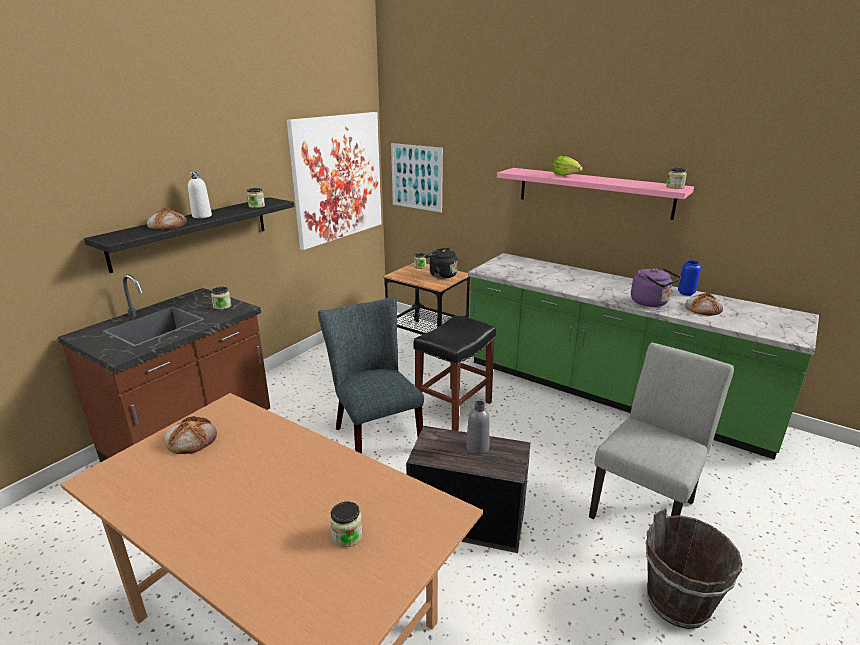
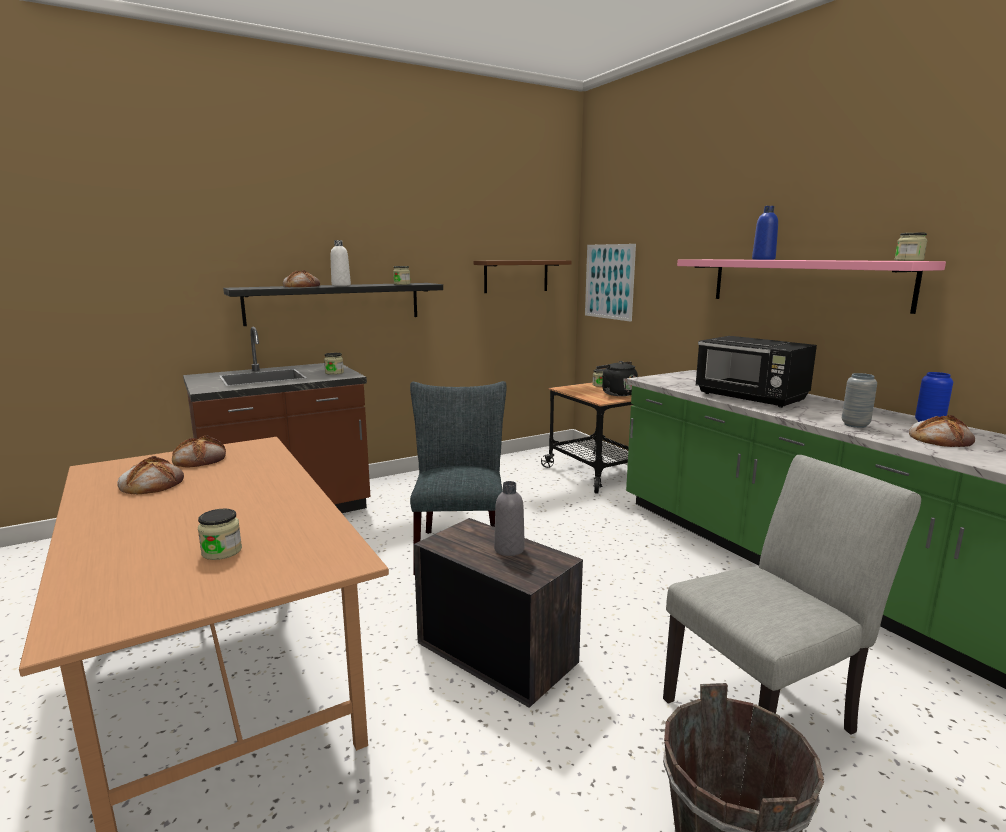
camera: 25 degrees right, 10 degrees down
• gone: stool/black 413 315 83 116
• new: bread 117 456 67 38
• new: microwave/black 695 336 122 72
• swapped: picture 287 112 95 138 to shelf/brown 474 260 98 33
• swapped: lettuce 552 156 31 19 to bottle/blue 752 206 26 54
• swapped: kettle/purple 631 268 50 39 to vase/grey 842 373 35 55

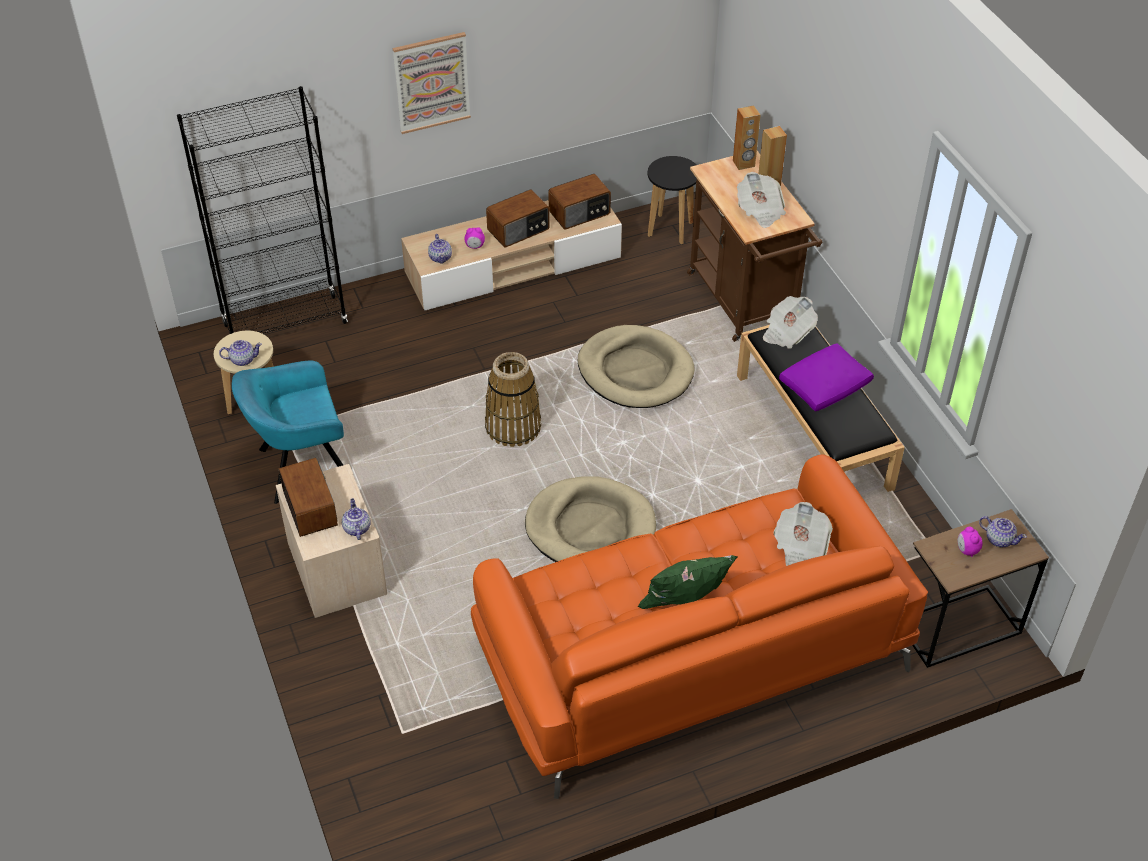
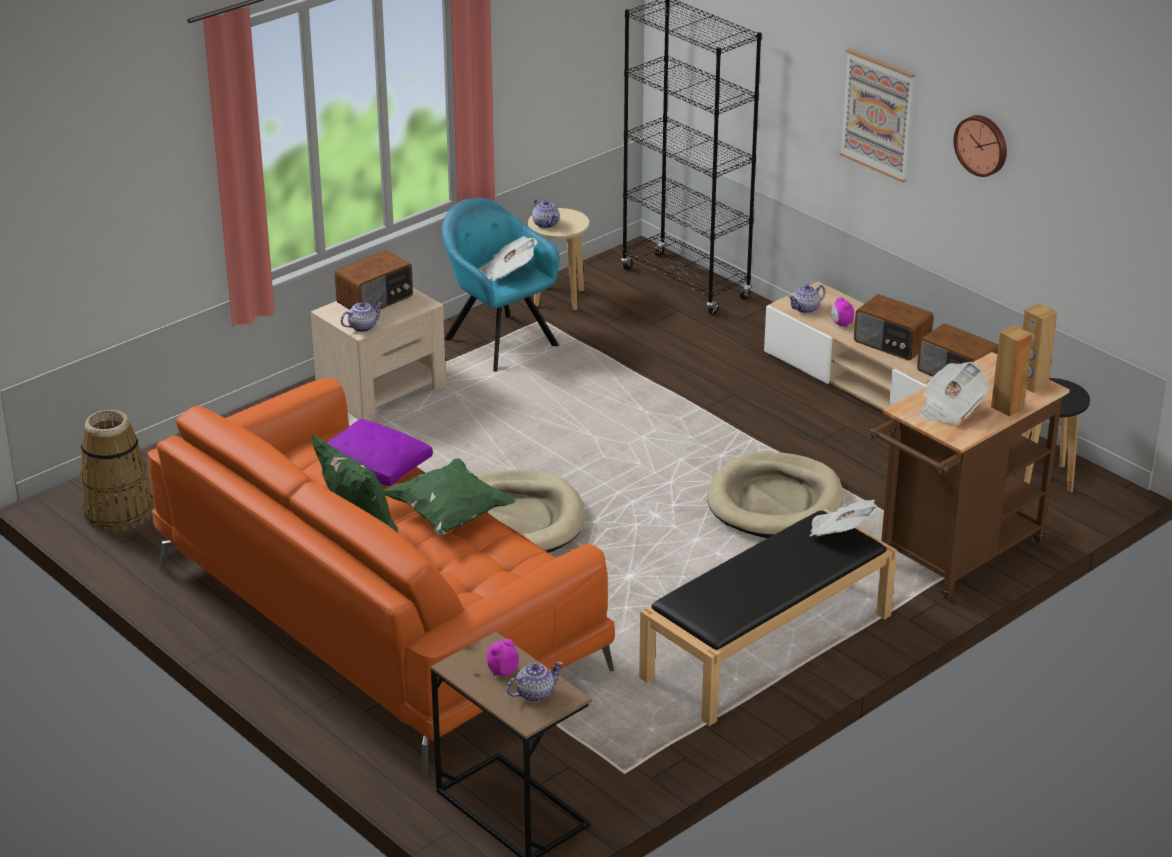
camera: 70 degrees right, 15 degrees down
• new: pillow/green 384 458 132 77
• new: wall clock 954 115 53 62
• shifted: basket 485 352 56 95 to 80 410 73 122
• shifted: newspaper 774 502 59 64 to 479 237 59 44
• shifted: pillow/purple 779 343 95 69 to 326 419 107 67
• rotated: teapot 979 516 48 31 = 507 661 56 41 135 degrees counterclockwise

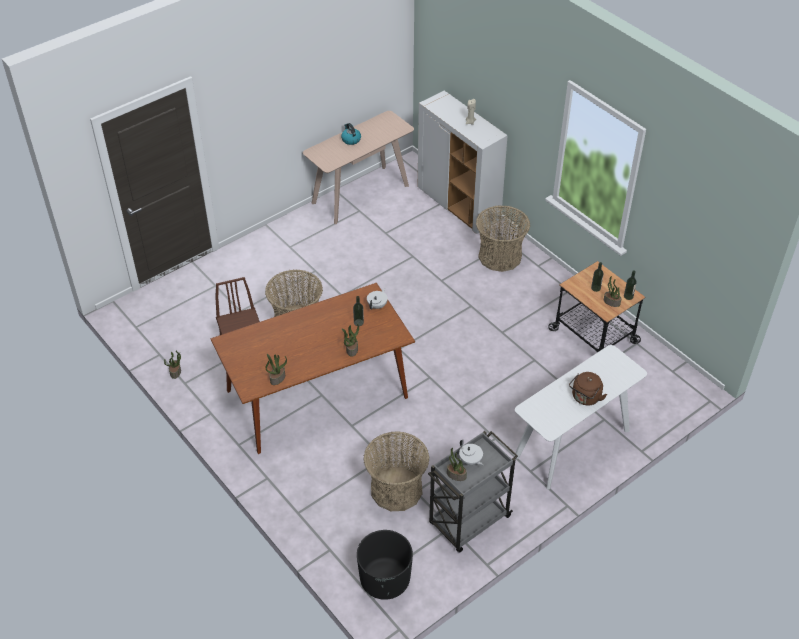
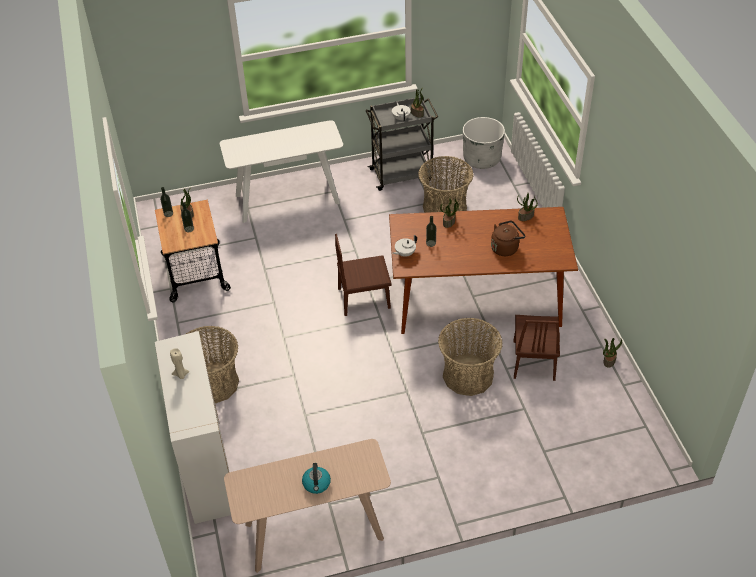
camera: 155 degrees left, 0 degrees up
• new: chair/brown 335 234 57 82
• shifted: kettle/brown 569 372 38 34 to 491 221 34 35
• repainted: planter/black 357 530 56 70 to planter/white 463 117 42 52

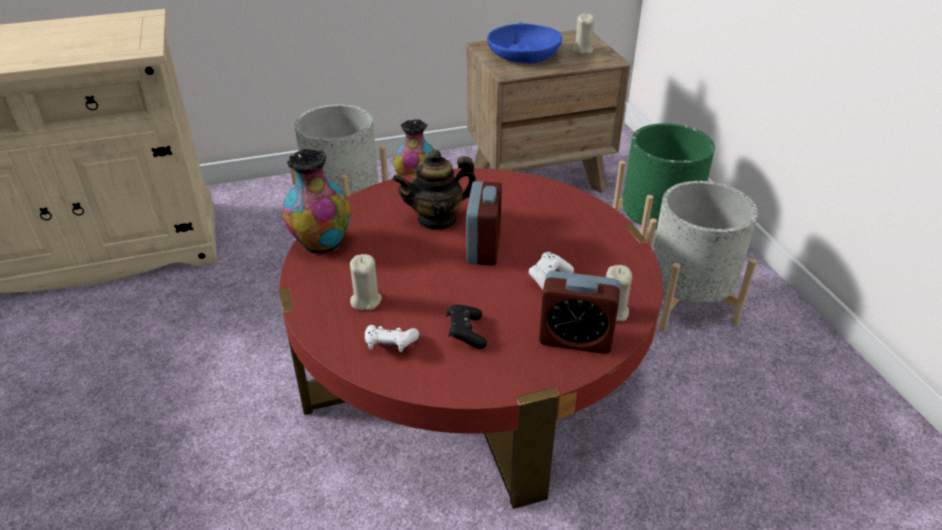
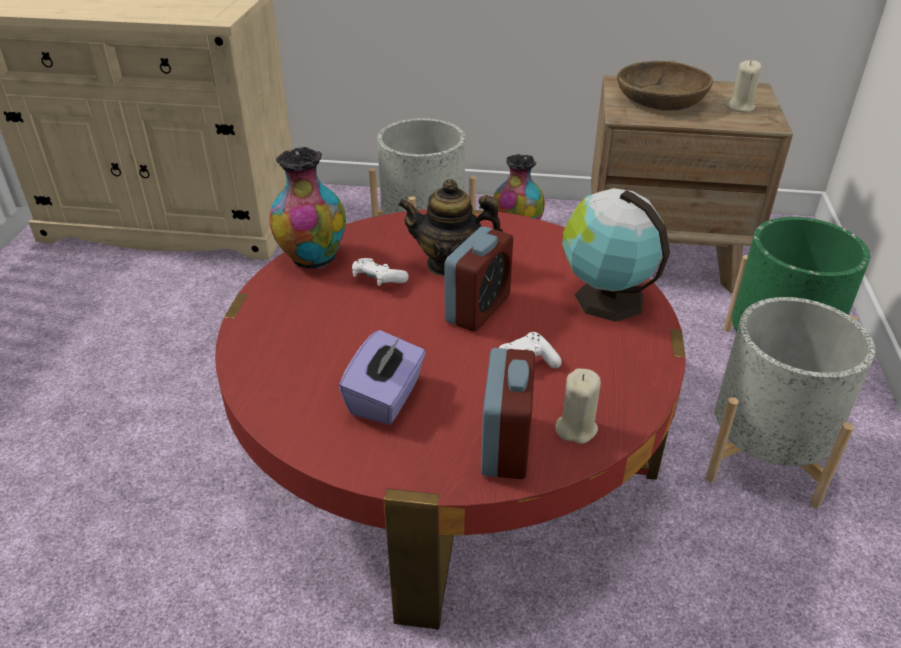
camera: 25 degrees right, 0 degrees up
• gone: candle/beige 350 254 32 56
• new: globe 562 188 108 134
• shifted: game controller/white 365 325 54 27 to 352 258 57 28
• swapped: game controller/black 446 305 41 44 to tissue box/purple 339 330 87 95
• repainted: bowl/blue 487 22 75 41 to bowl/brown 617 60 96 51
• rotated: alarm clock 539 271 81 83 = 481 348 54 131 120 degrees counterclockwise

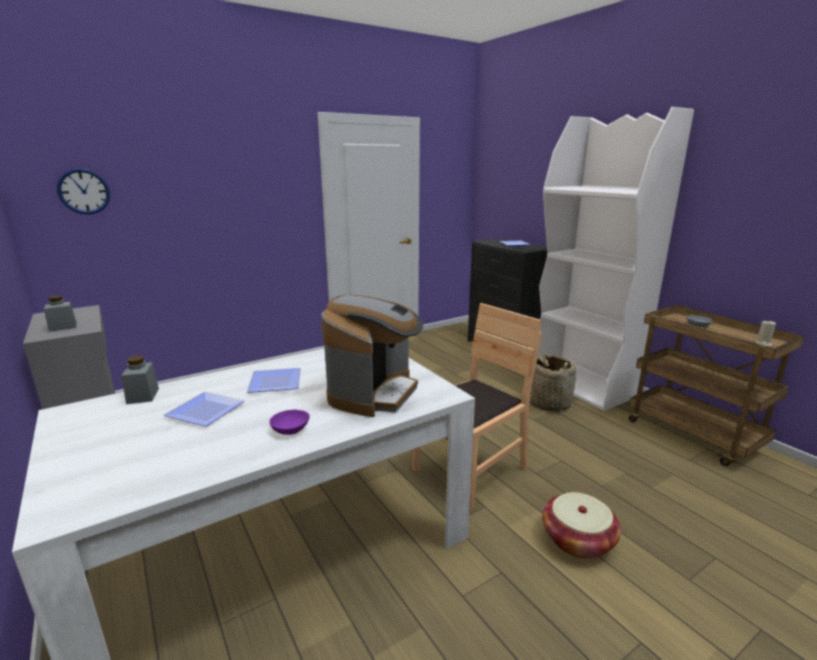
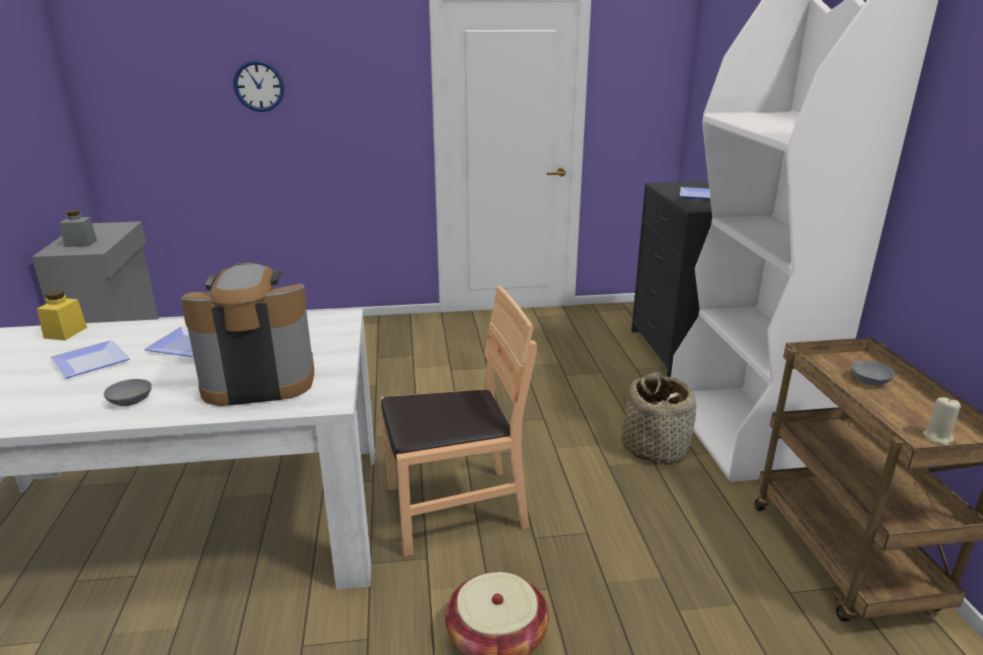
camera: 25 degrees right, 5 degrees up
• shifted: wall clock 57 168 53 46 to 234 60 50 52
• repainted: jar/grey 121 356 38 48 to jar/yellow 37 290 50 50
• repainted: bowl/purple 270 410 40 25 to bowl/grey 104 379 48 27
• rotated: coffee machine 321 295 102 122 = 180 261 134 145 150 degrees counterclockwise

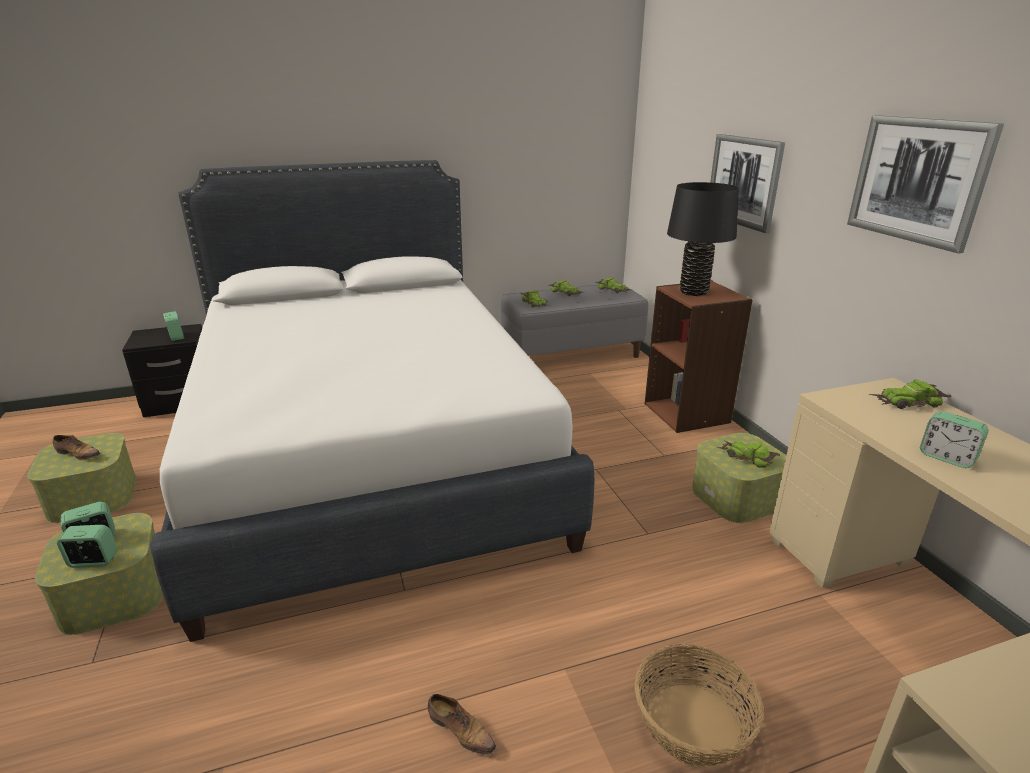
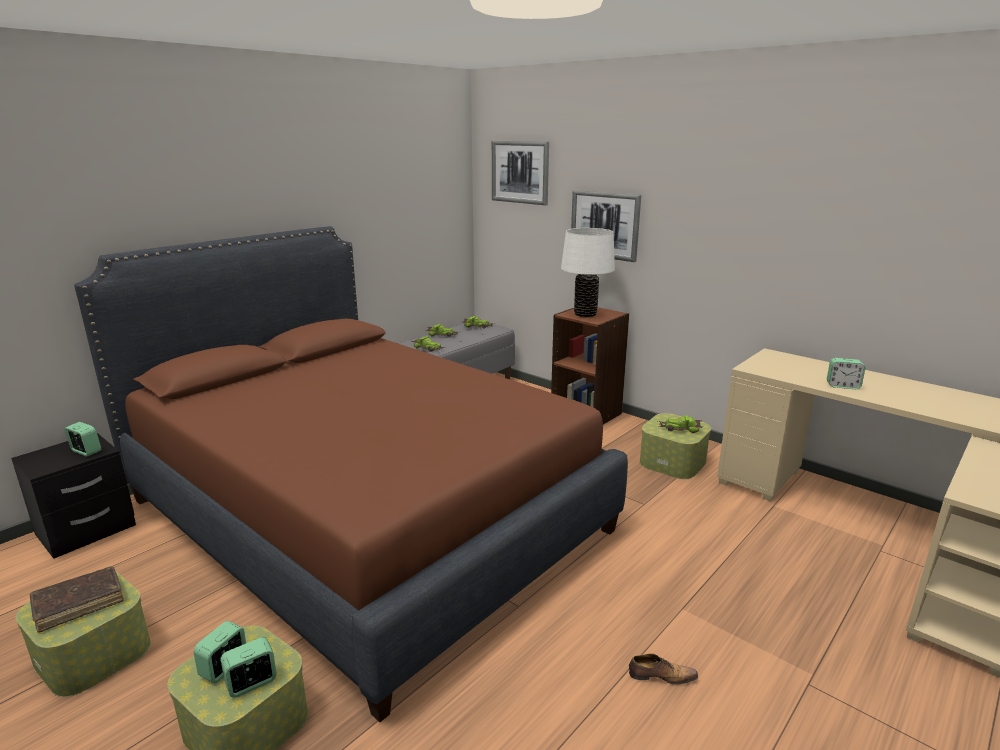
camera: 30 degrees left, 5 degrees down
• gone: basket 635 644 129 123
• gone: toy car 869 379 82 30
• shifted: picture 847 115 157 139 to 492 141 57 64
• swapped: shoe 53 435 48 24 to book/brown 30 566 94 66
• repainted: bed/white 150 160 444 482 to bed/brown 74 226 554 496
• repainted: table lamp/black 667 182 72 114 to table lamp/white 561 228 54 90

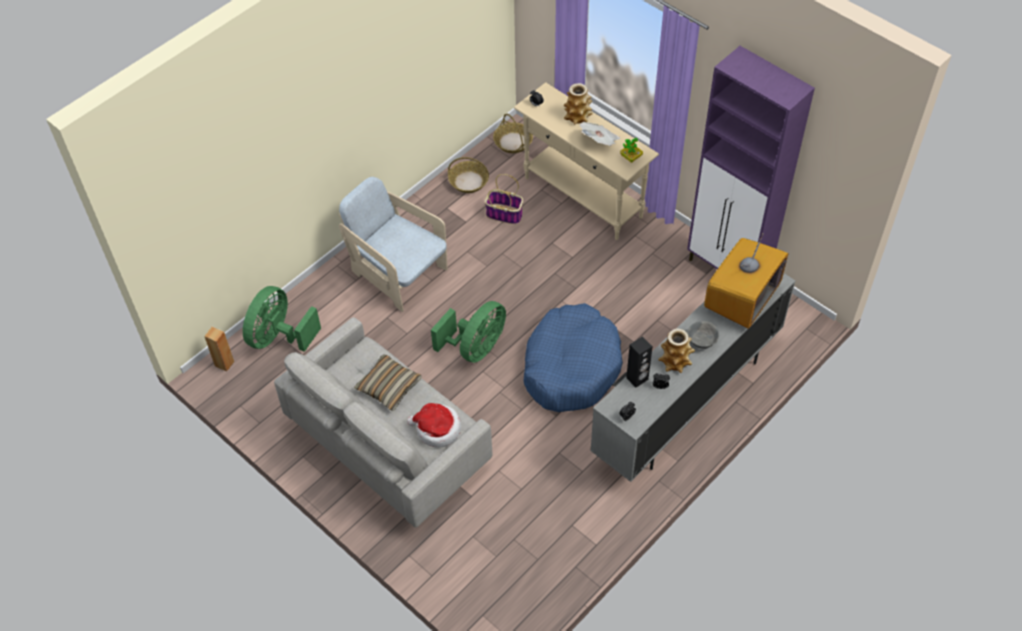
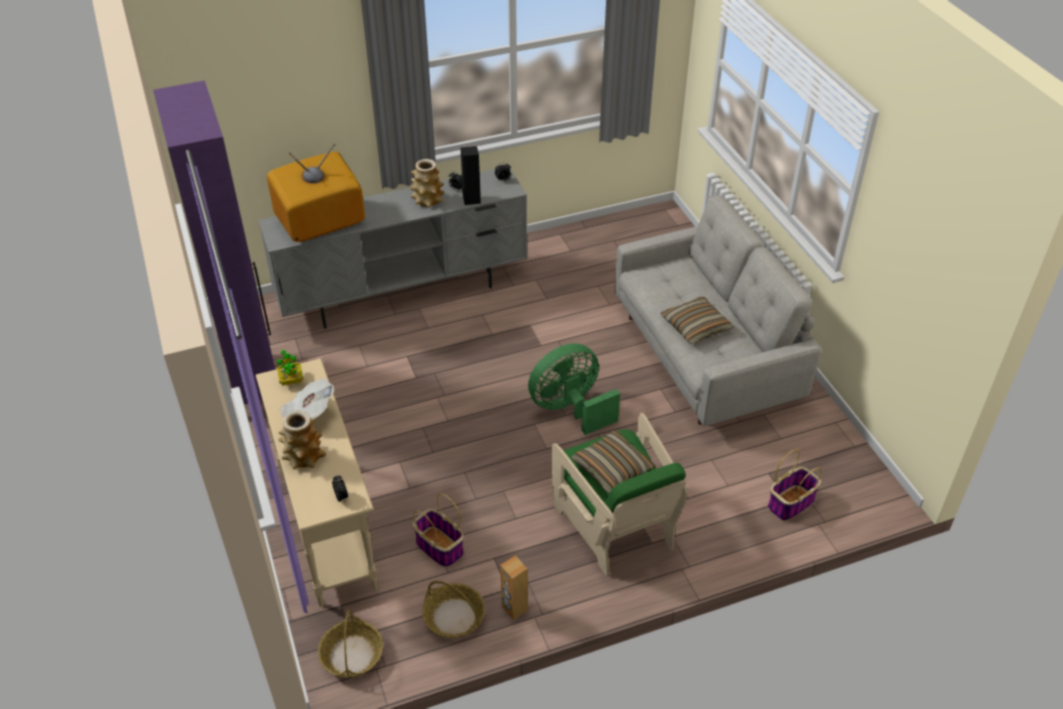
camera: 155 degrees left, 10 degrees down
• gone: hat 407 403 54 45
• gone: dog bed/blue 523 303 100 109
• gone: bowl/grey 687 321 32 28
• new: pillow 571 430 85 63
• shifted: speaker/brown 204 327 30 44 to 500 555 28 65
• swapped: fan/green 243 286 78 66 to basket 768 449 53 72
• repainted: armchair/beige 339 177 109 135 to armchair/green 552 413 136 163

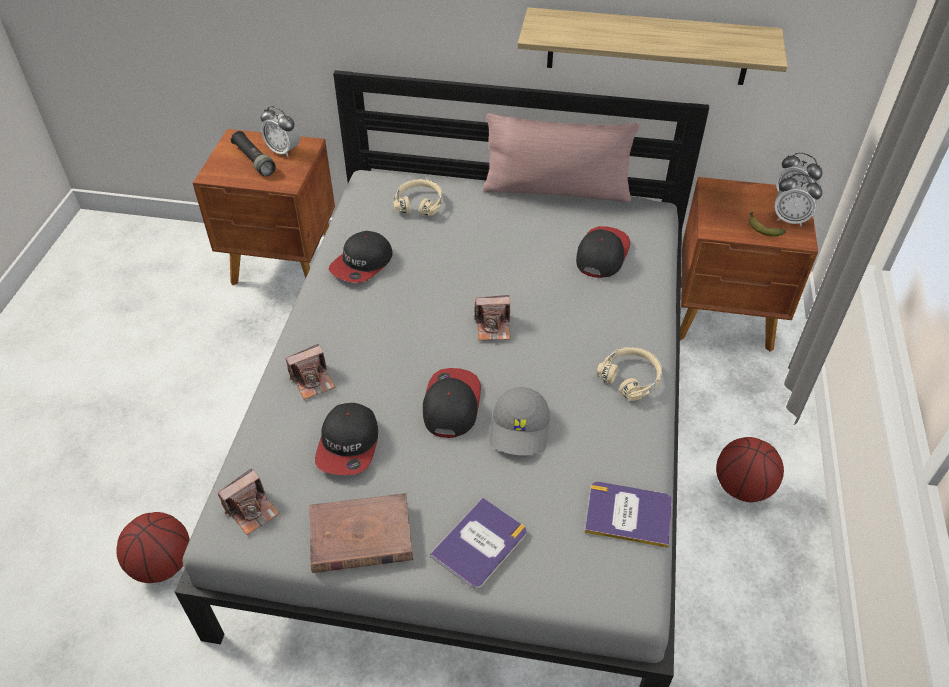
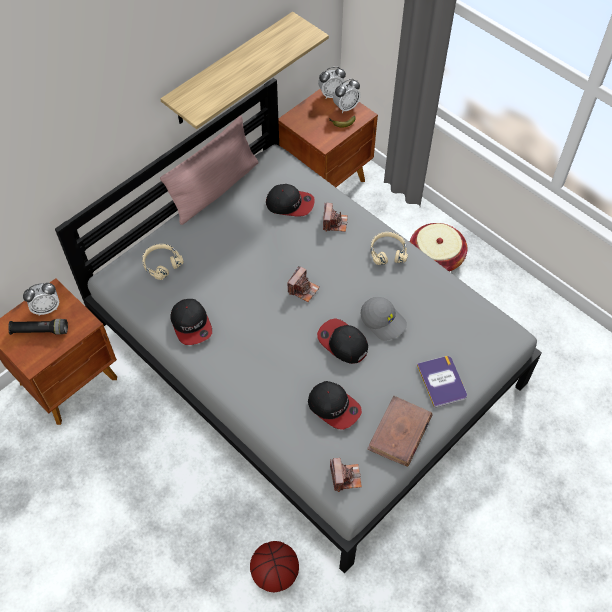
camera: 55 degrees left, 10 degrees up
• gone: book 585 482 87 66
• shifted: photo camera 285 344 50 56 to 323 203 25 29
• swapped: basketball 716 437 68 65 to basket 410 223 57 49
• rotated: cap 576 226 54 52 = 266 184 49 32 135 degrees clockwise

